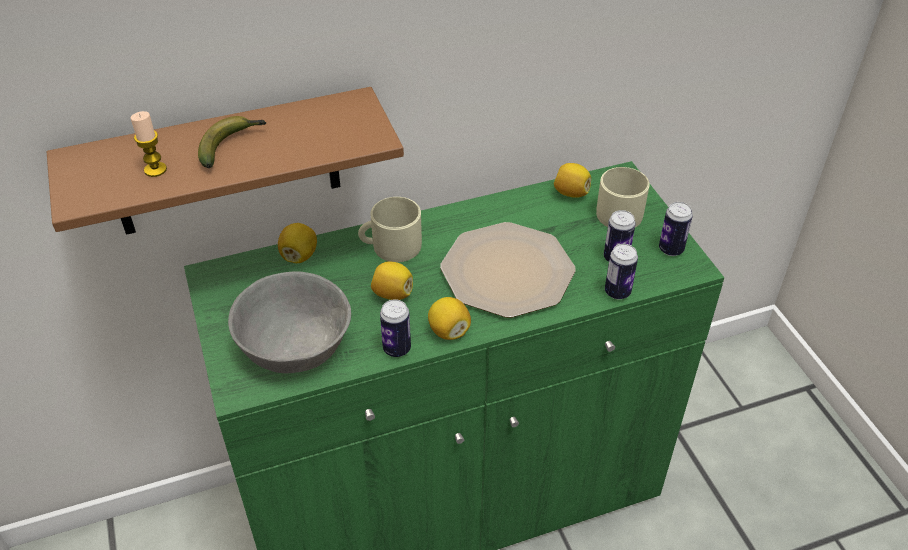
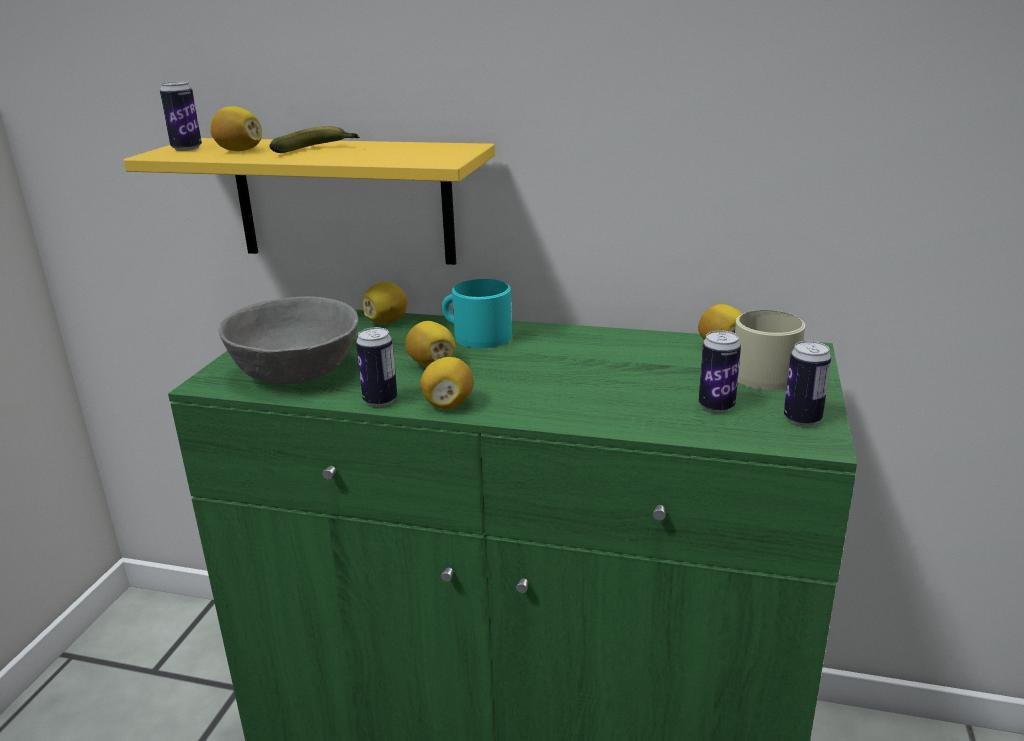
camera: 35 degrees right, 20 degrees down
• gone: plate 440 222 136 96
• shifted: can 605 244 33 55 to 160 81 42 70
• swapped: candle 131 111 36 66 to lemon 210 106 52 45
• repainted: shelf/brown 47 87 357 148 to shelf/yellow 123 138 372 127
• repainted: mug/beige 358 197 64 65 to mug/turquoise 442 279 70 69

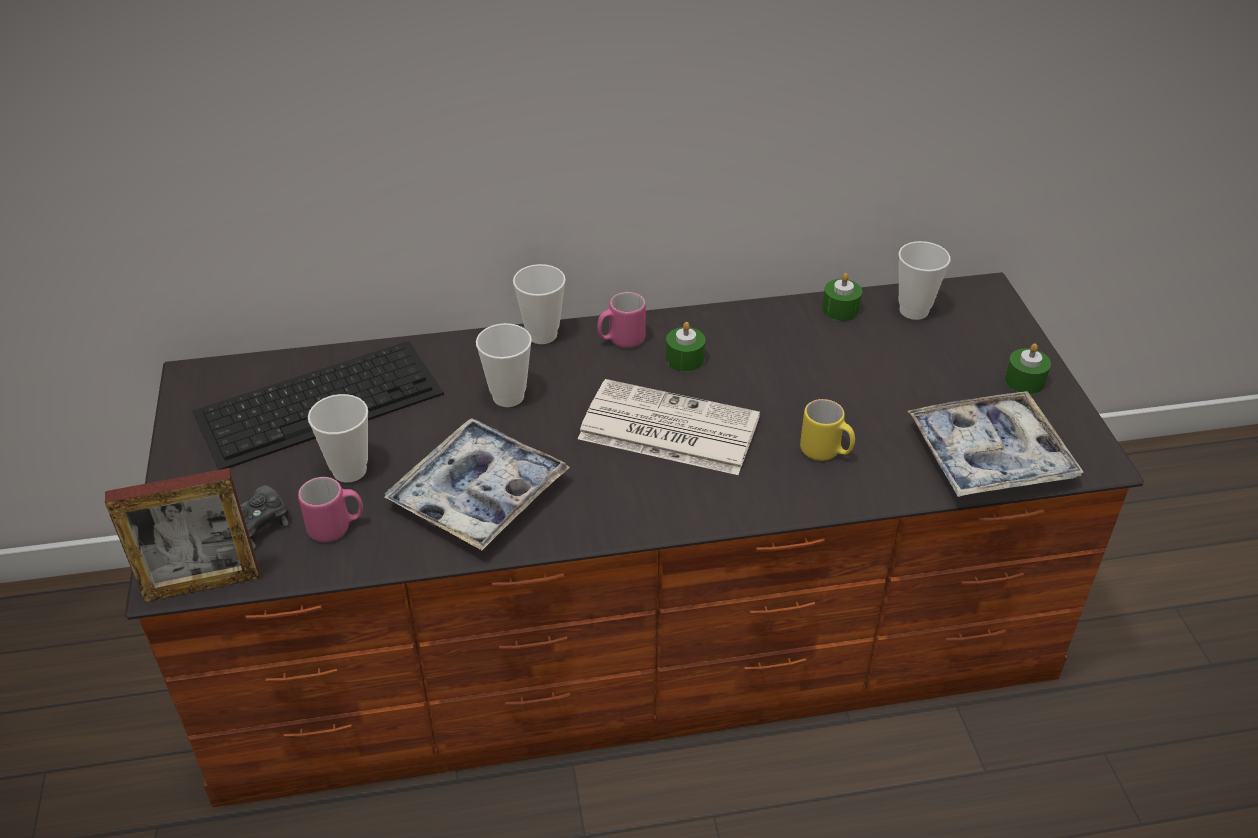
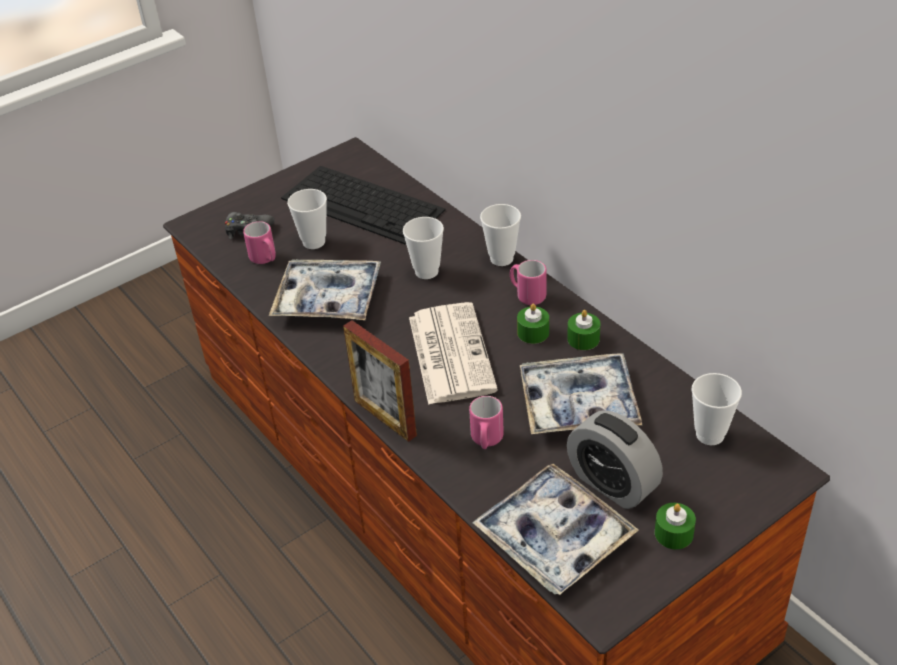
camera: 65 degrees right, 0 degrees up
• new: tray 520 353 122 81
• new: alarm clock 567 410 96 99
• shifted: picture frame 105 468 155 134 to 343 320 74 122
• shifted: candle/green 822 273 40 48 to 567 310 33 40
• repainted: mug/yellow 800 399 55 62 to mug/pink 469 396 35 53

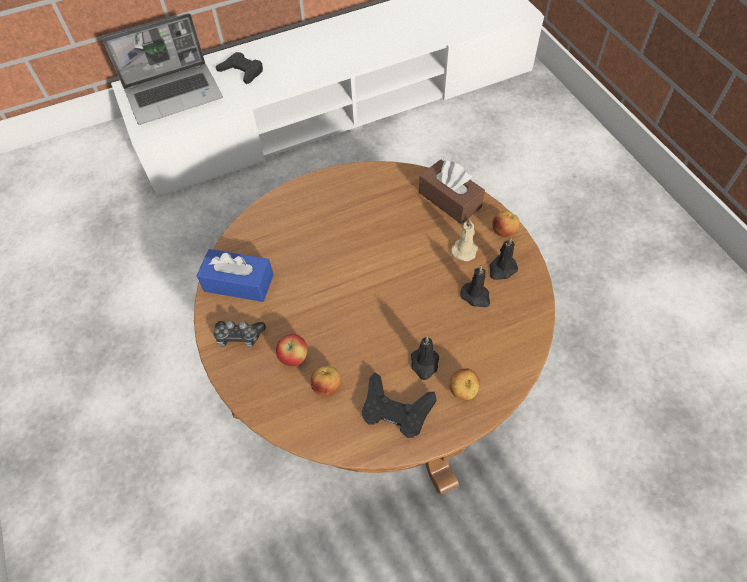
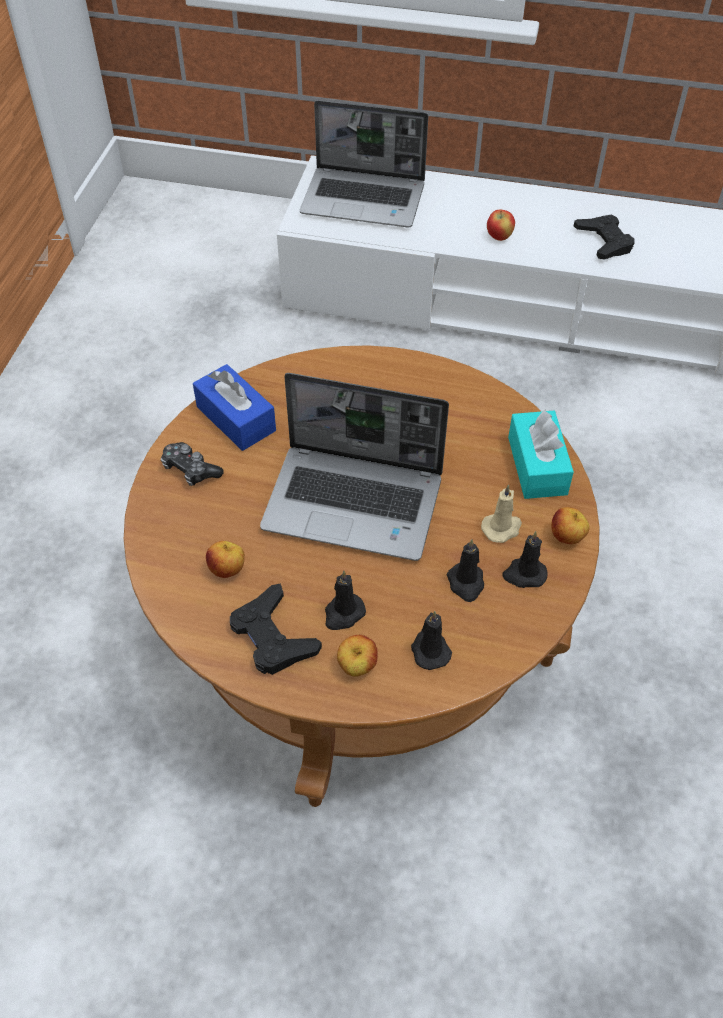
camera: 35 degrees right, 5 degrees down
• new: laptop 260 373 189 188
• new: candle/black 411 611 41 59
• shifted: game controller/black 216 52 47 32 to 574 215 61 44
• shifted: apple 276 334 32 32 to 487 210 28 31
• repainted: tissue box/brown 419 159 66 65 to tissue box/turquoise 508 410 66 89

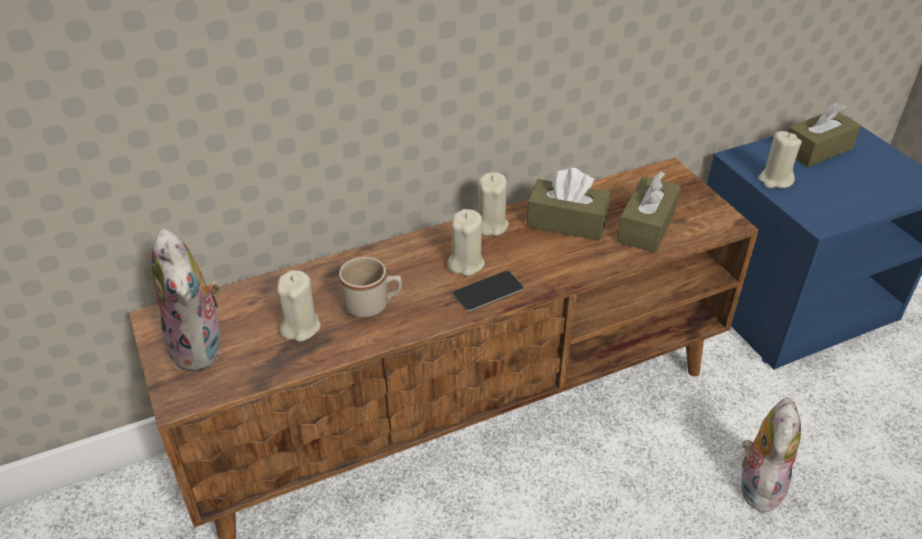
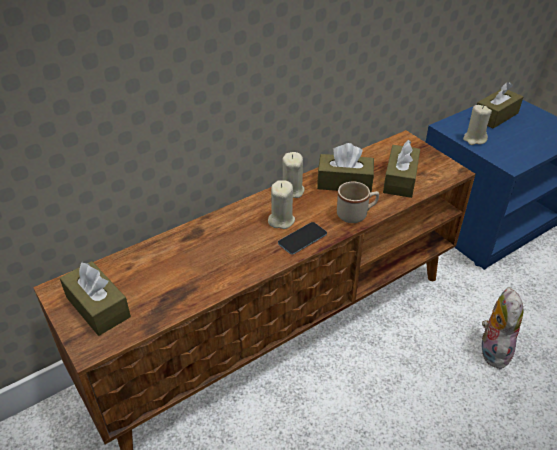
camera: 10 degrees left, 0 degrees up
• gone: candle/beige 277 270 44 72
• shifted: mug/beige 339 257 63 61 to 337 182 42 41
• swapped: plush toy 152 229 69 142 to tissue box/brown 60 261 71 75

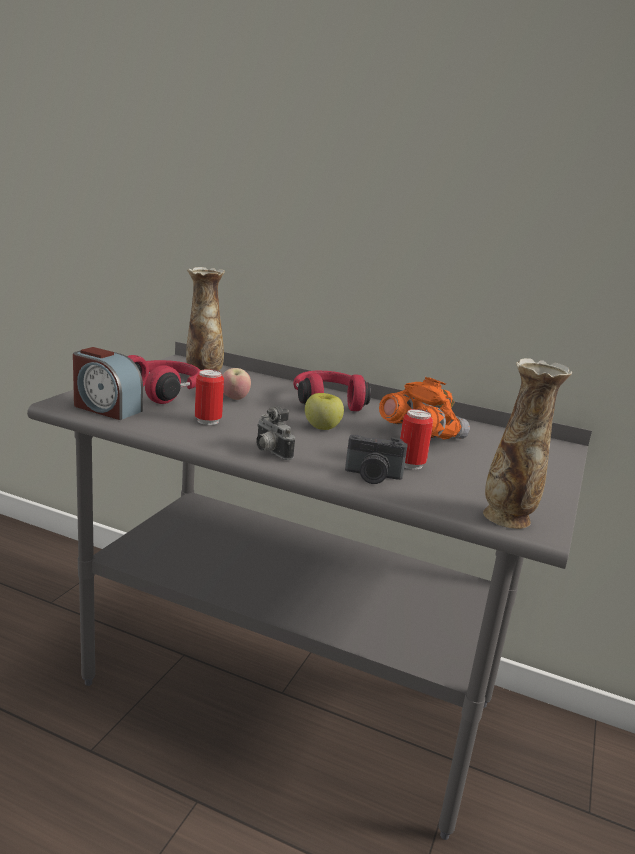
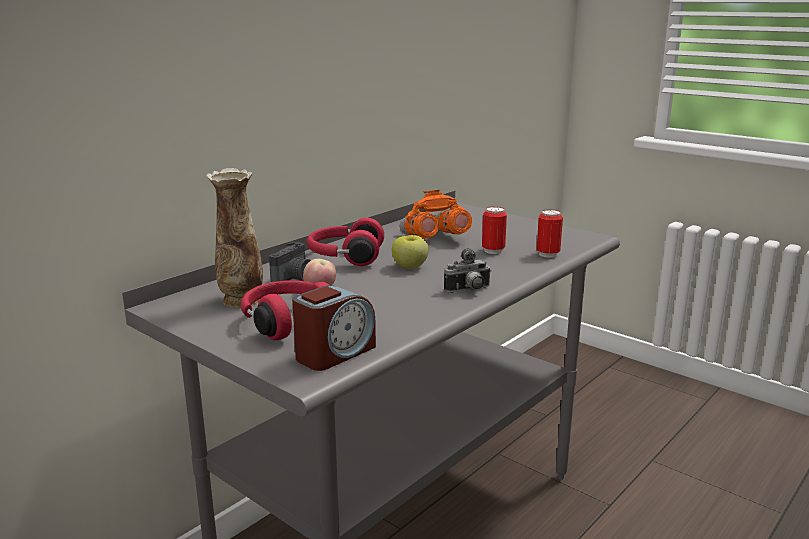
camera: 70 degrees left, 0 degrees up
• gone: vase 483 358 89 171
• shifted: can 195 369 29 56 to 537 209 26 49
• shifted: photo camera 345 435 63 49 to 269 242 42 40

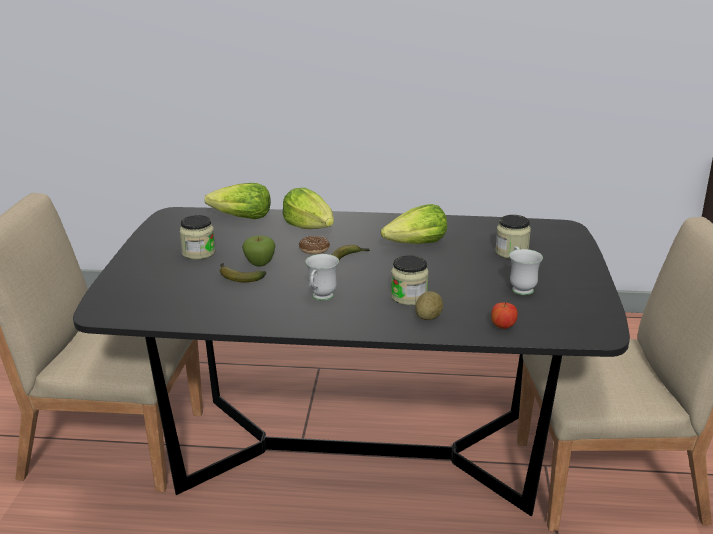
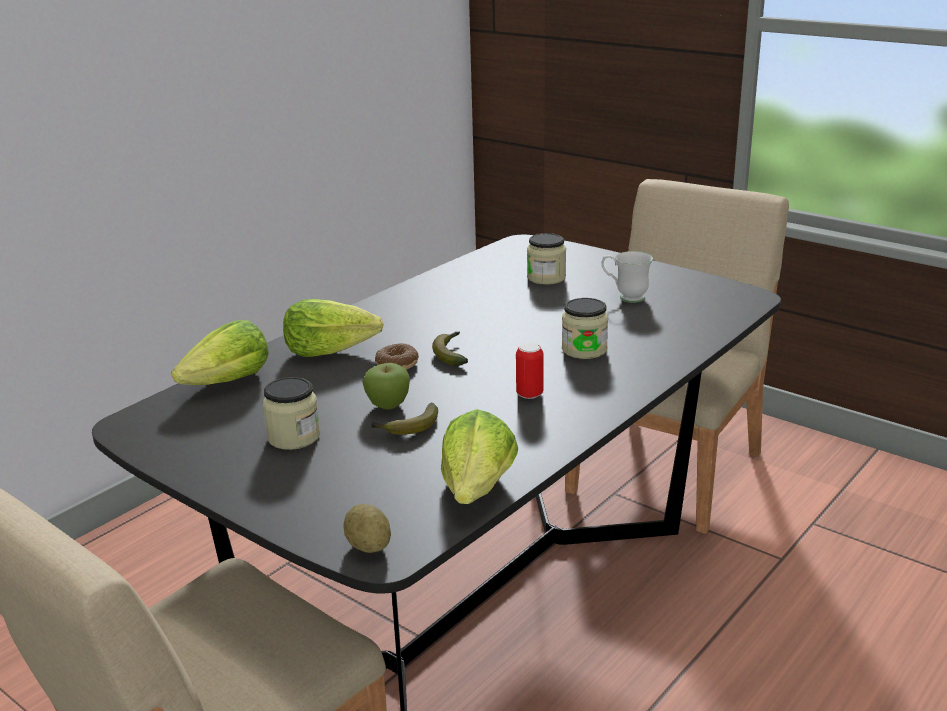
camera: 55 degrees left, 0 degrees up
• gone: apple 491 302 27 27
• shifted: lettuce 381 204 66 40 to 441 409 77 95
• shifted: potato 415 291 28 29 to 344 504 47 49
• swapped: mug/white 305 254 34 47 to can 516 343 28 56

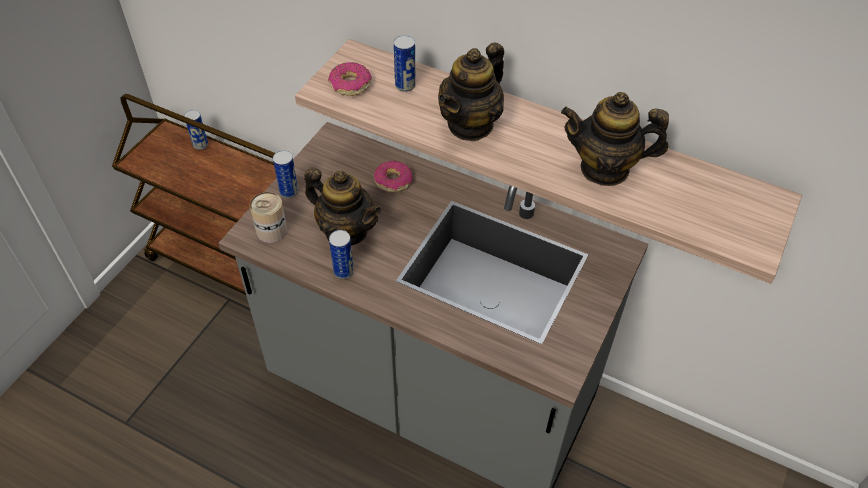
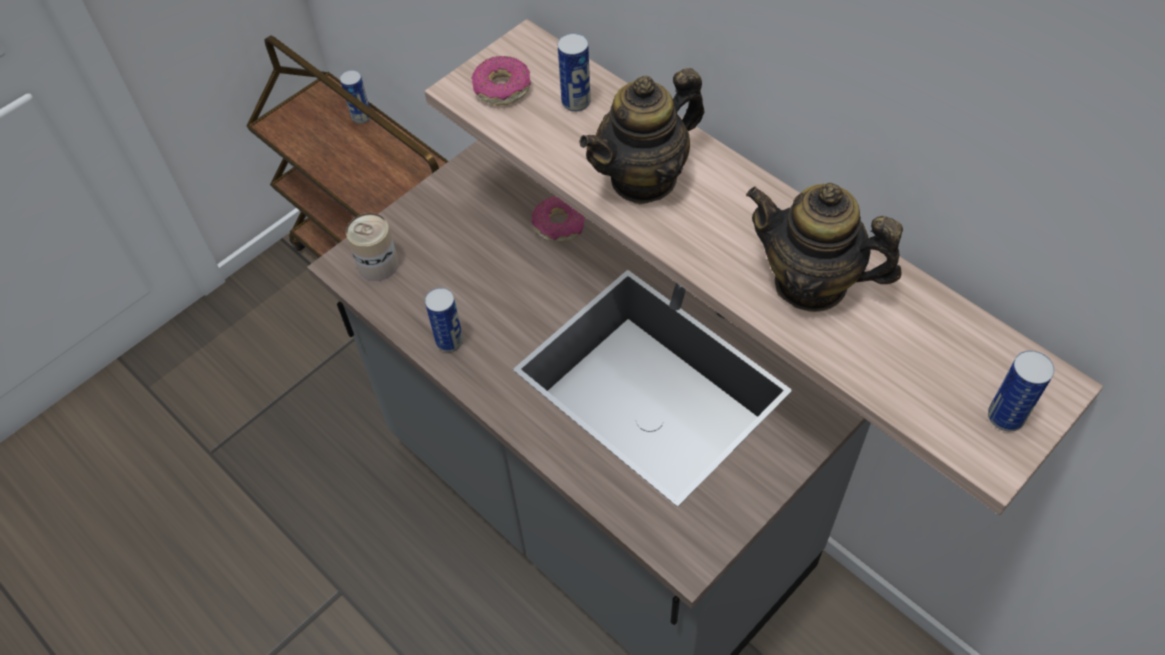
camera: 20 degrees right, 5 degrees up
• gone: teapot 305 167 77 79
• shifted: can 273 150 25 48 to 988 350 66 81

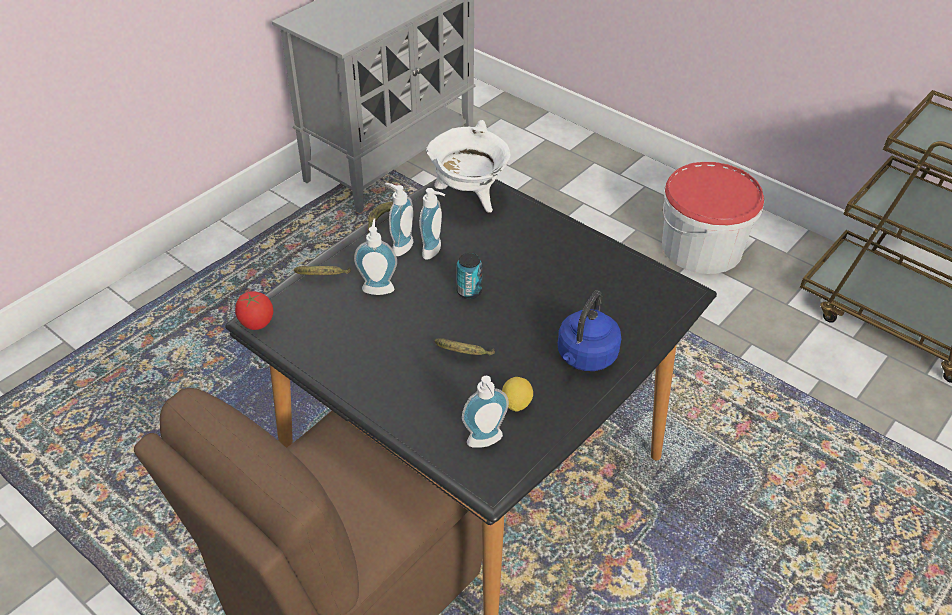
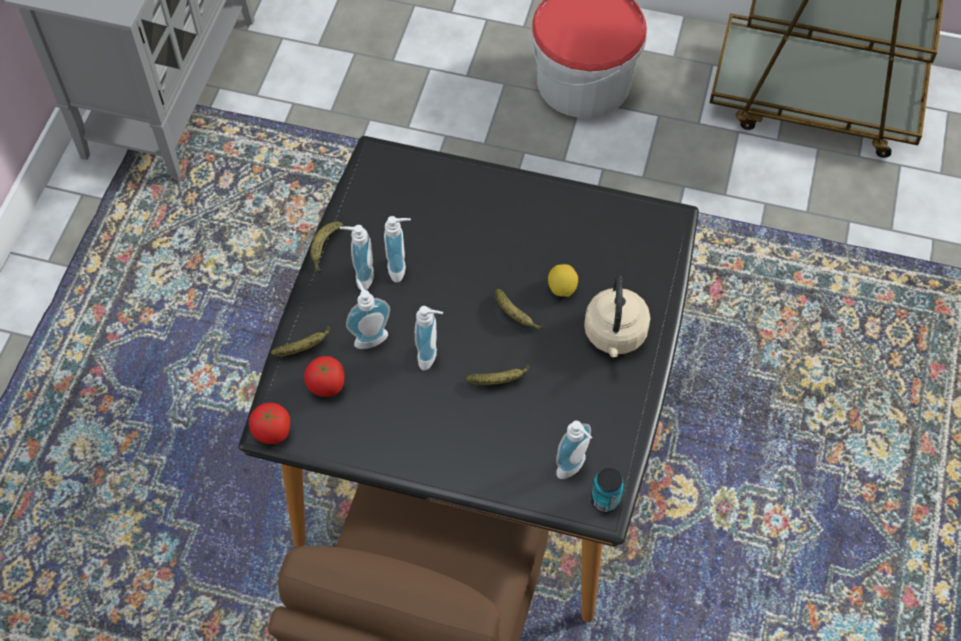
camera: 25 degrees left, 15 degrees up
• gone: cooking pot/white 426 120 84 93
• new: tomato 304 356 41 41
• new: soap dispenser 415 306 28 64
• new: banana 495 289 49 41
• shifted: can 457 253 25 46 to 591 468 33 45
• shifted: lemon 502 377 31 35 to 548 264 30 33
• repainted: kettle/blue 558 290 63 81 to kettle/beige 584 276 66 81

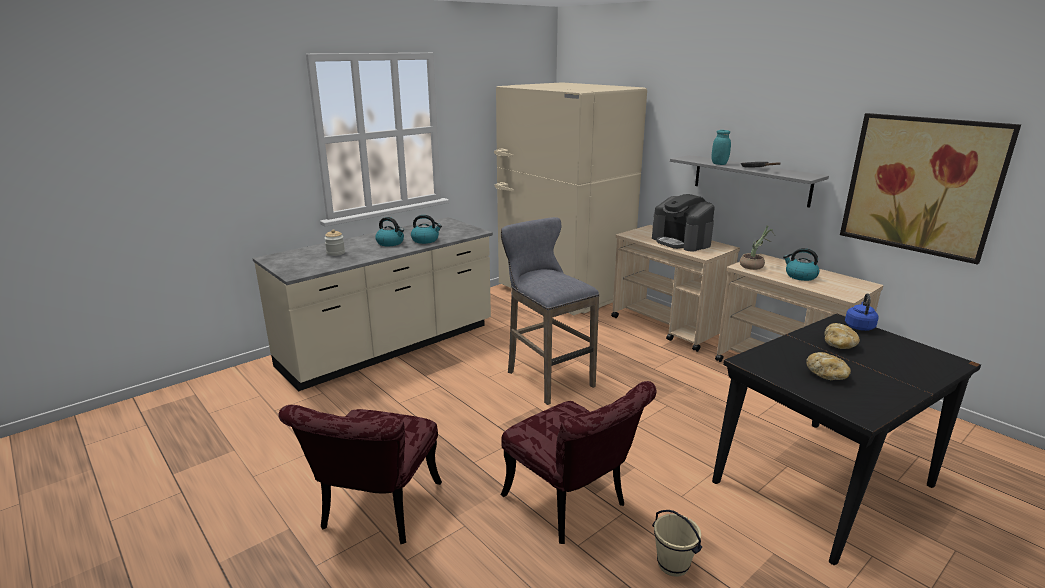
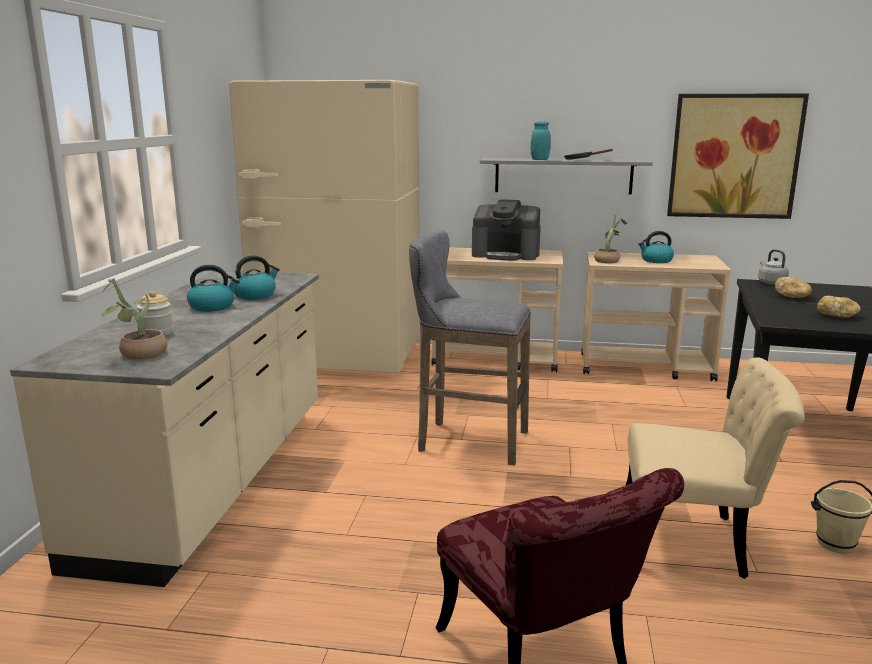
camera: 40 degrees left, 5 degrees down
• new: potted plant 101 278 66 82
• repainted: chair/red 501 381 155 163 to chair/beige 626 357 179 222
• repainted: kettle/blue 845 293 34 38 to kettle/grey 758 249 31 36

